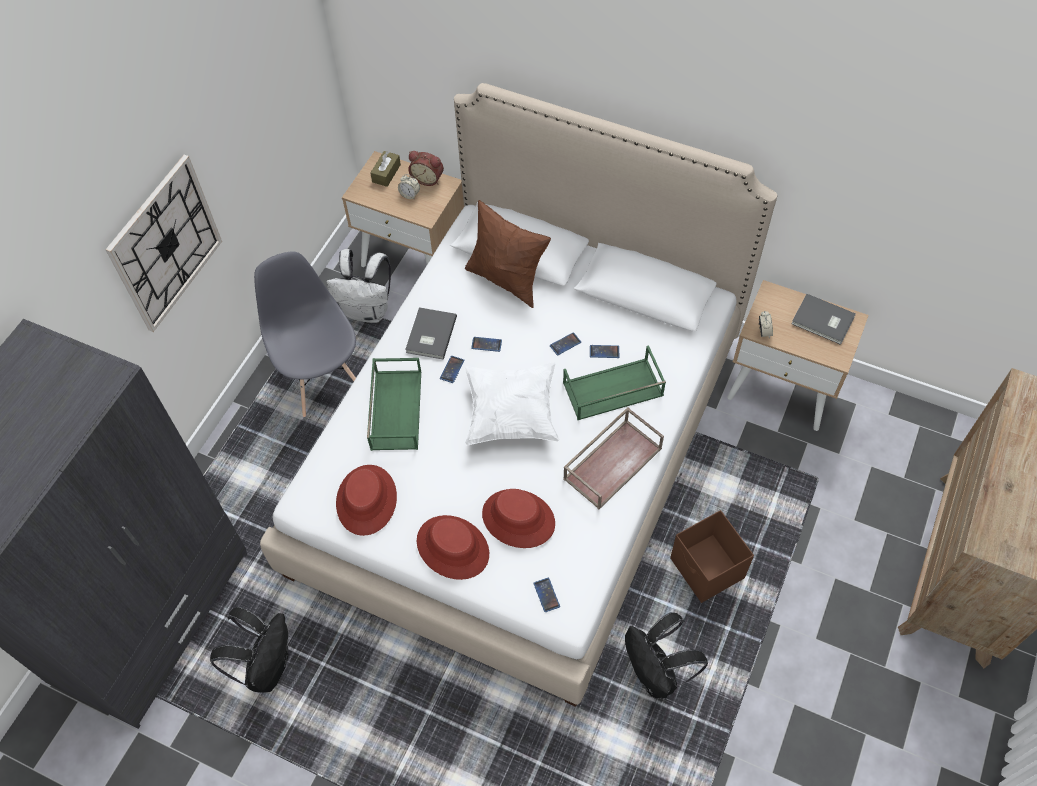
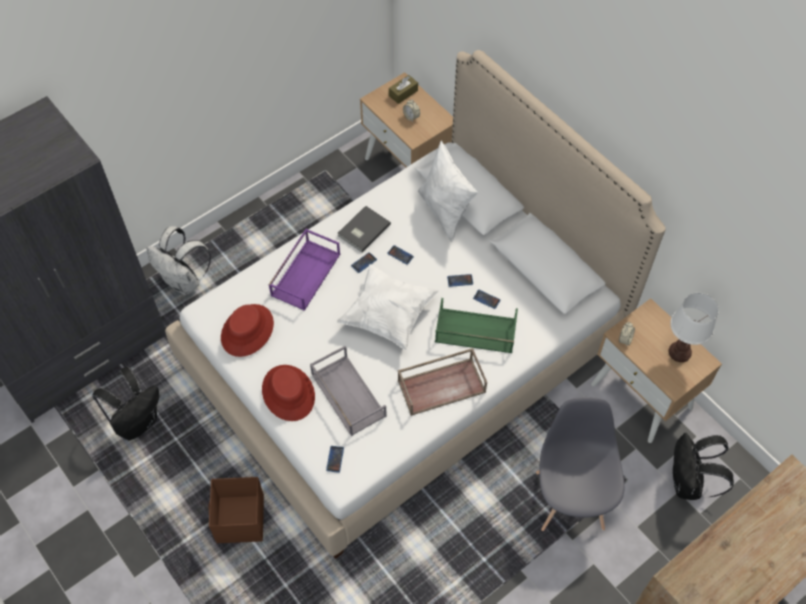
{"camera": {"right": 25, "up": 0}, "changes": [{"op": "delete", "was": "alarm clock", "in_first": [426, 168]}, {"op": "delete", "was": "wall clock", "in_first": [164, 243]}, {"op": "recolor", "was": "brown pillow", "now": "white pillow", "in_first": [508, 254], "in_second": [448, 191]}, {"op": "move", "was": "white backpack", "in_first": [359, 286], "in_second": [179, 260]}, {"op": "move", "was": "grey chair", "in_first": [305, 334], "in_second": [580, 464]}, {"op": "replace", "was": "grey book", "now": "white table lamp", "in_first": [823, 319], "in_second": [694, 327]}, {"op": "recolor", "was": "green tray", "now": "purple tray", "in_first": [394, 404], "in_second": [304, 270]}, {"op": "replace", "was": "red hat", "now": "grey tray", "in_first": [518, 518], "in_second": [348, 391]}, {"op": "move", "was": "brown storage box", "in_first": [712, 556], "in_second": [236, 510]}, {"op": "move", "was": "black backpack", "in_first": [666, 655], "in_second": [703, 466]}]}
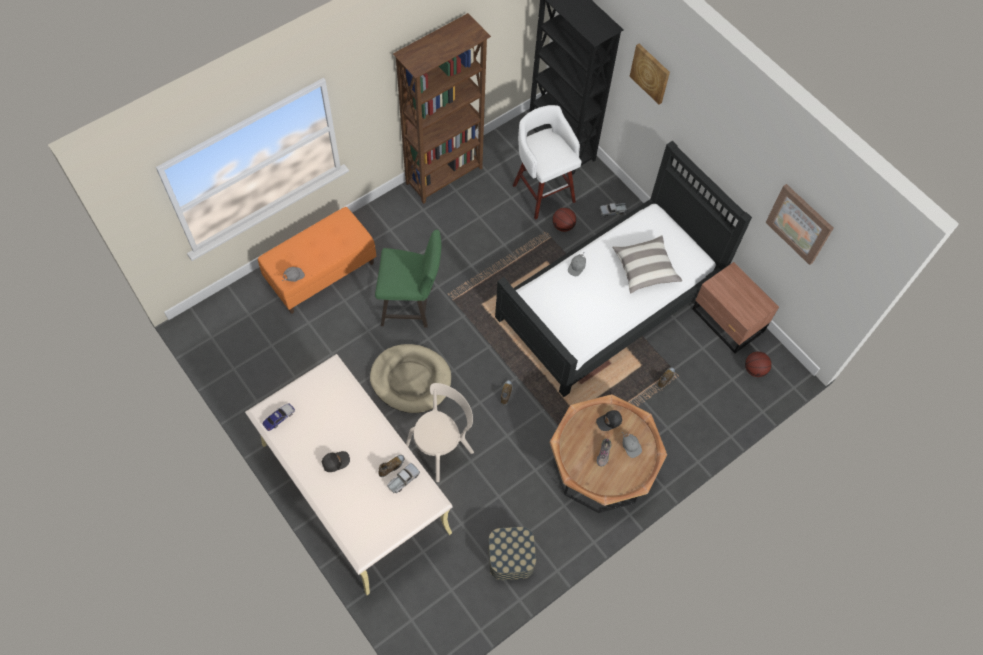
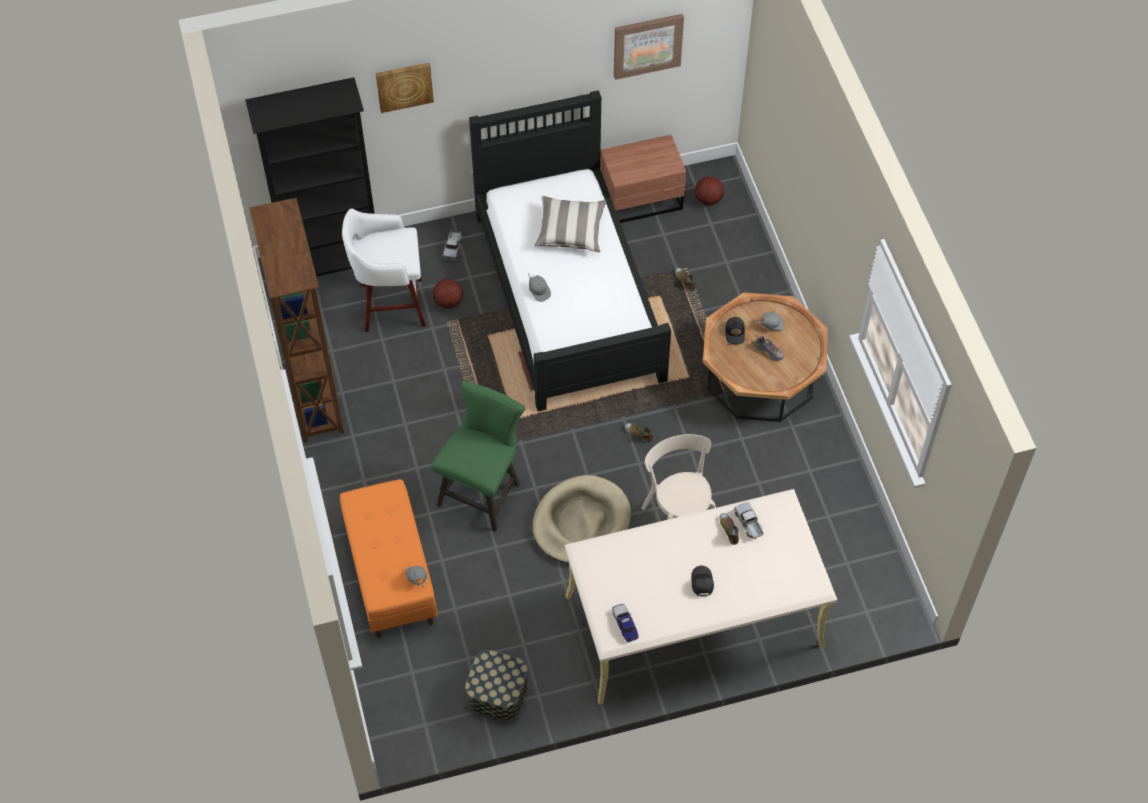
{"camera": {"right": -65, "up": -5}, "changes": [{"op": "move", "was": "storage box", "in_first": [512, 553], "in_second": [496, 685]}]}
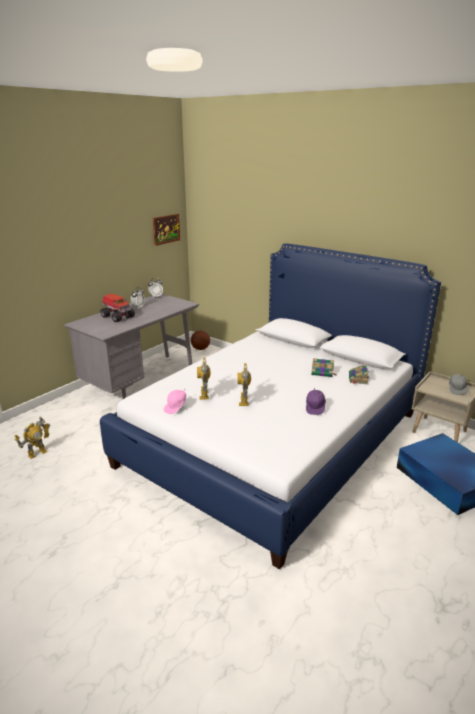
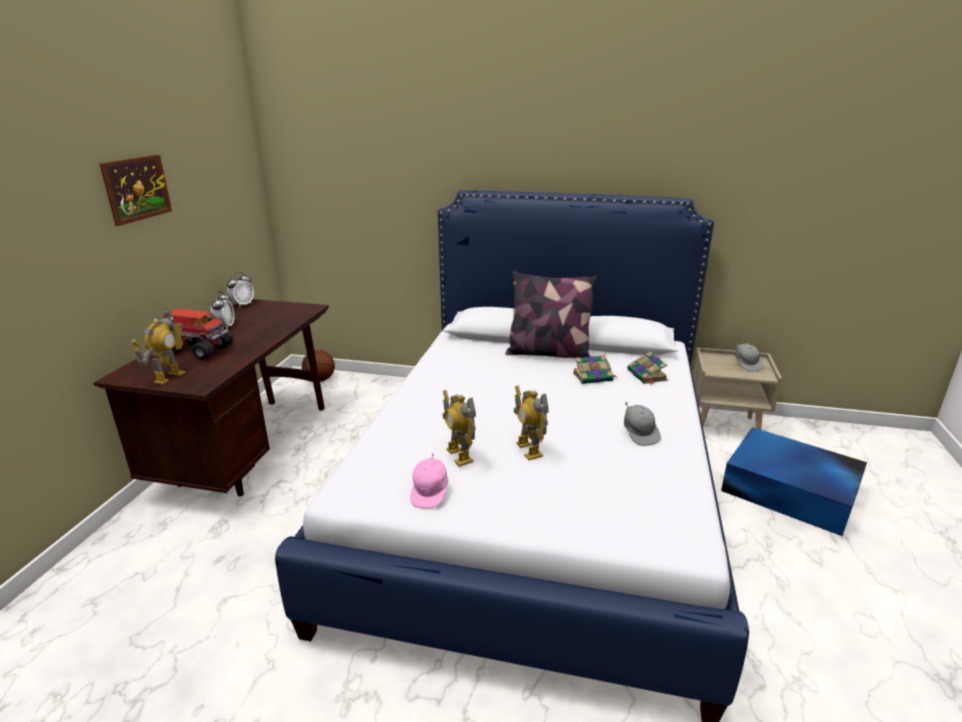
{"camera": {"right": -25, "up": 0}, "changes": [{"op": "move", "was": "picture", "in_first": [166, 230], "in_second": [135, 190]}, {"op": "recolor", "was": "grey desk", "now": "brown desk", "in_first": [131, 346], "in_second": [211, 397]}, {"op": "recolor", "was": "purple cap", "now": "grey cap", "in_first": [316, 401], "in_second": [642, 424]}, {"op": "move", "was": "toy robot", "in_first": [32, 438], "in_second": [158, 347]}, {"op": "insert", "now": "pillow", "in_second": [551, 314]}]}
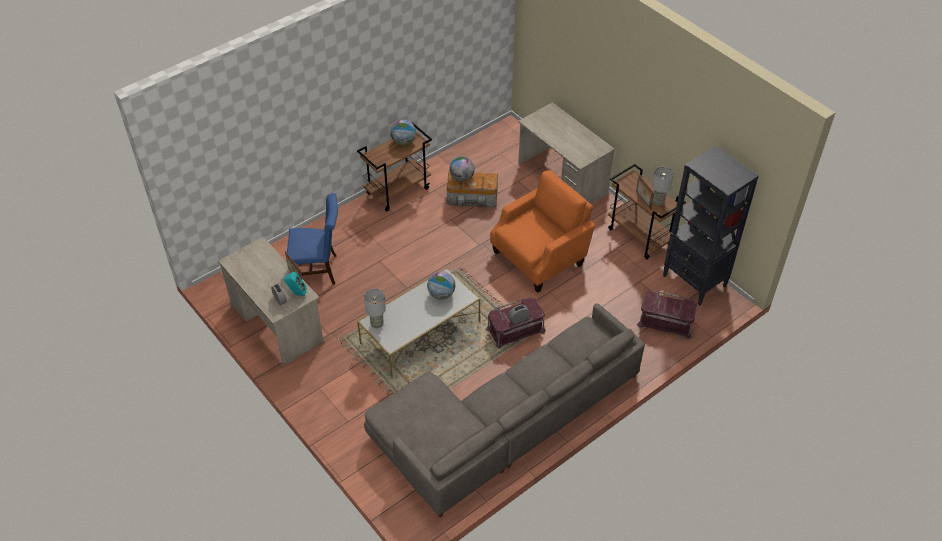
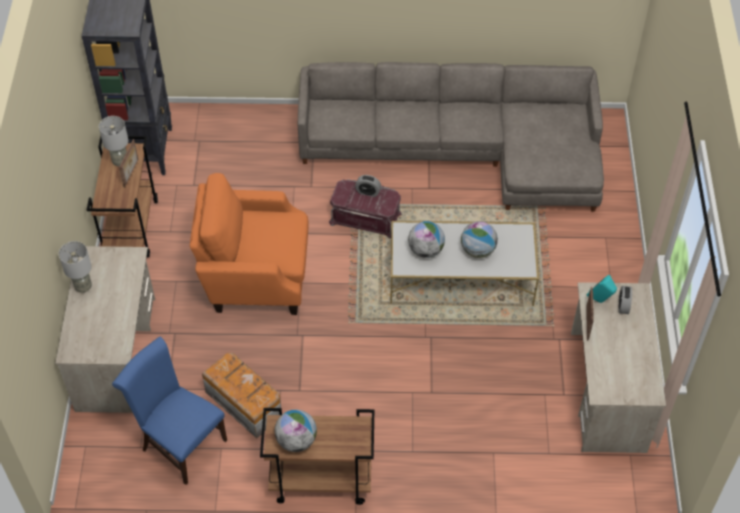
{"camera": {"right": -140, "up": 5}, "changes": [{"op": "move", "was": "globe", "in_first": [462, 169], "in_second": [479, 239]}, {"op": "move", "was": "blue chair", "in_first": [312, 239], "in_second": [169, 410]}, {"op": "move", "was": "grey table lamp", "in_first": [375, 308], "in_second": [75, 267]}, {"op": "delete", "was": "red storage box", "in_first": [667, 315]}]}
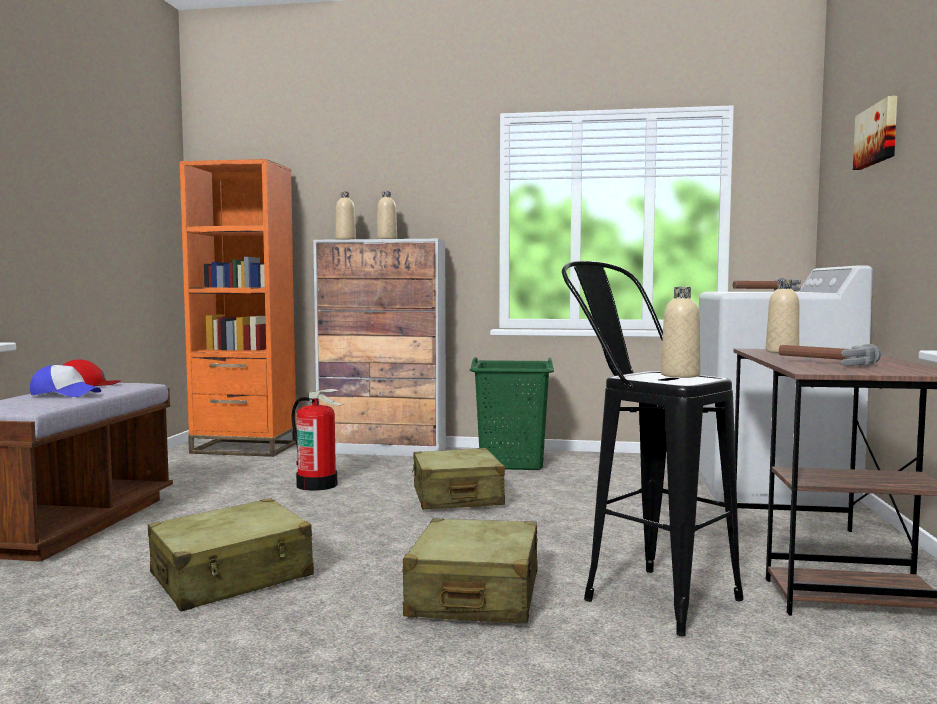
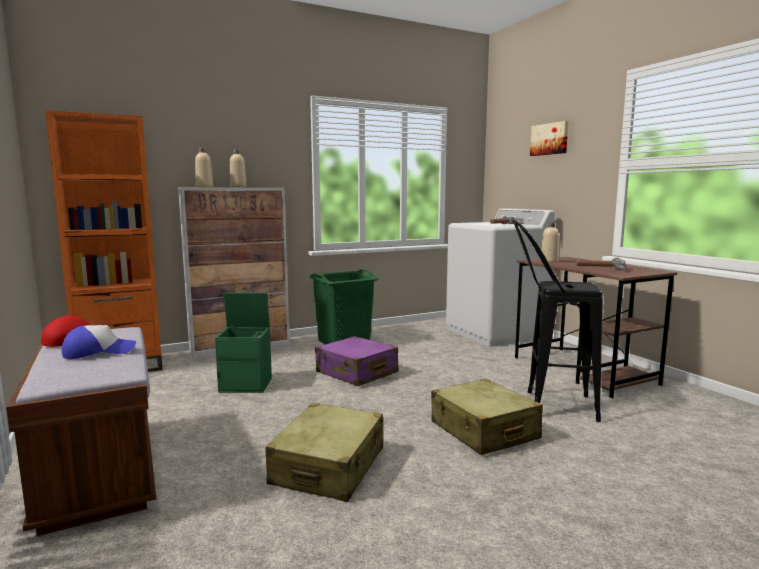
{"camera": {"right": -35, "up": 5}, "changes": [{"op": "delete", "was": "beige bottle", "in_first": [680, 332]}, {"op": "replace", "was": "fire extinguisher", "now": "green storage box", "in_first": [317, 440], "in_second": [243, 343]}, {"op": "recolor", "was": "beige suitcase", "now": "purple suitcase", "in_first": [458, 479], "in_second": [357, 361]}]}
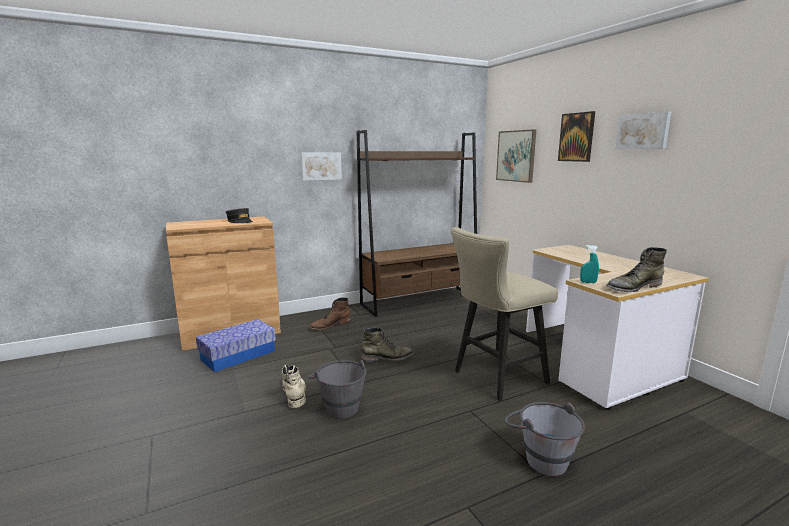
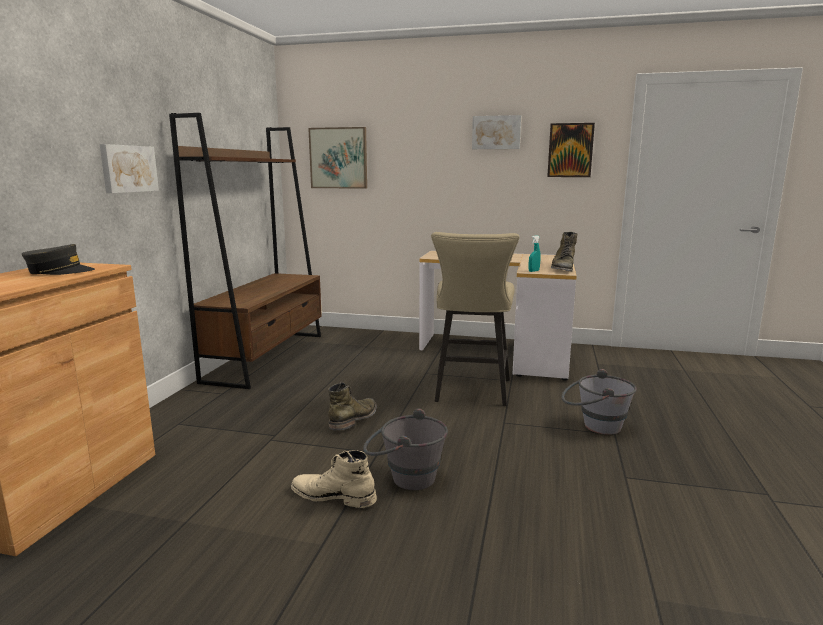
{"camera": {"right": -50, "up": 0}, "changes": [{"op": "move", "was": "picture", "in_first": [576, 136], "in_second": [571, 150]}, {"op": "delete", "was": "brown boot", "in_first": [329, 314]}, {"op": "delete", "was": "storage box", "in_first": [236, 345]}]}
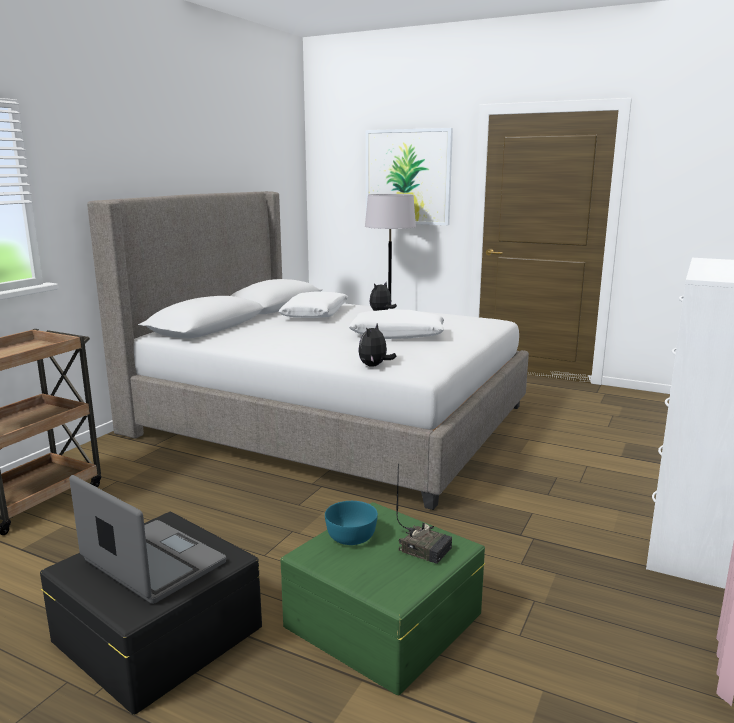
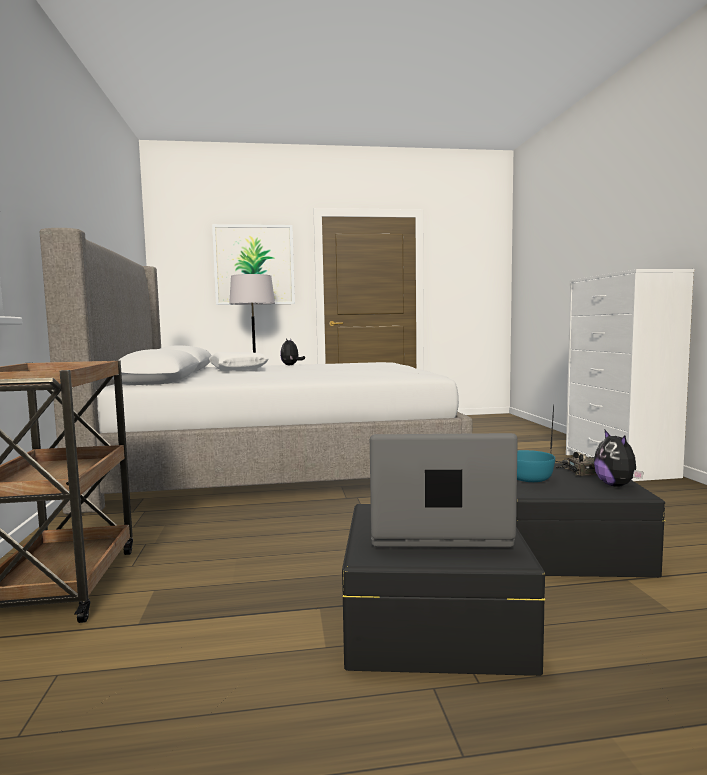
{"camera": {"right": -35, "up": -10}, "changes": [{"op": "delete", "was": "white pillow", "in_first": [396, 324]}, {"op": "move", "was": "plush toy", "in_first": [377, 345], "in_second": [619, 458]}, {"op": "recolor", "was": "green storage box", "now": "black storage box", "in_first": [382, 598], "in_second": [591, 520]}]}
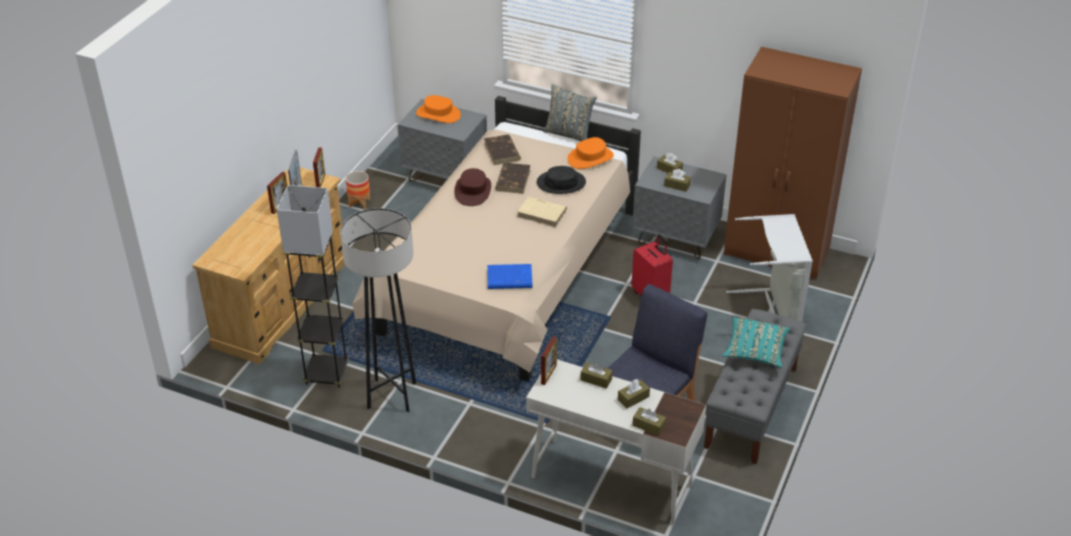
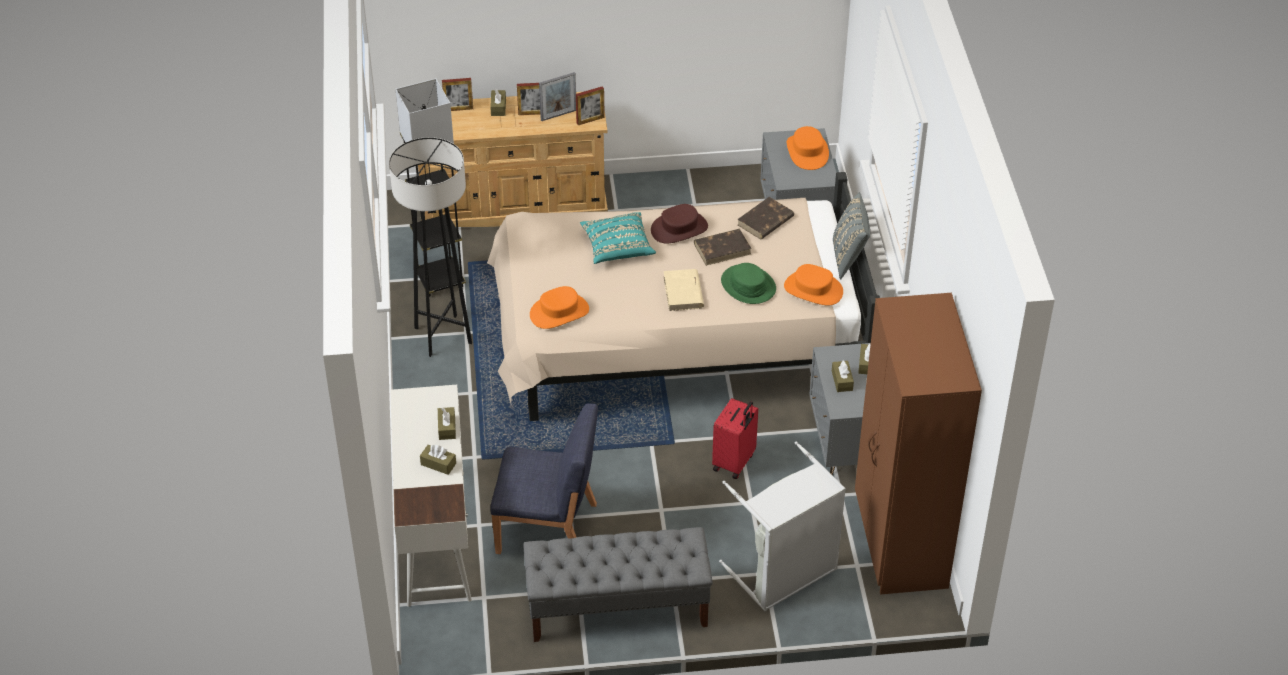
{"camera": {"right": 60, "up": 5}, "changes": [{"op": "recolor", "was": "black hat", "now": "green hat", "in_first": [561, 180], "in_second": [748, 283]}, {"op": "delete", "was": "planter", "in_first": [358, 190]}, {"op": "replace", "was": "blue book", "now": "orange hat", "in_first": [510, 276], "in_second": [559, 307]}, {"op": "move", "was": "turquoise pillow", "in_first": [756, 342], "in_second": [618, 238]}, {"op": "move", "was": "picture frame", "in_first": [549, 360], "in_second": [457, 94]}, {"op": "move", "was": "brown tissue box", "in_first": [649, 421], "in_second": [498, 102]}]}
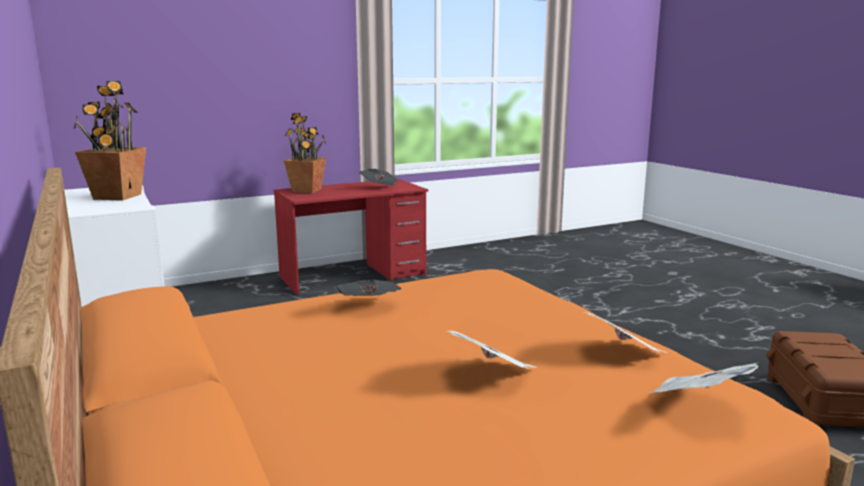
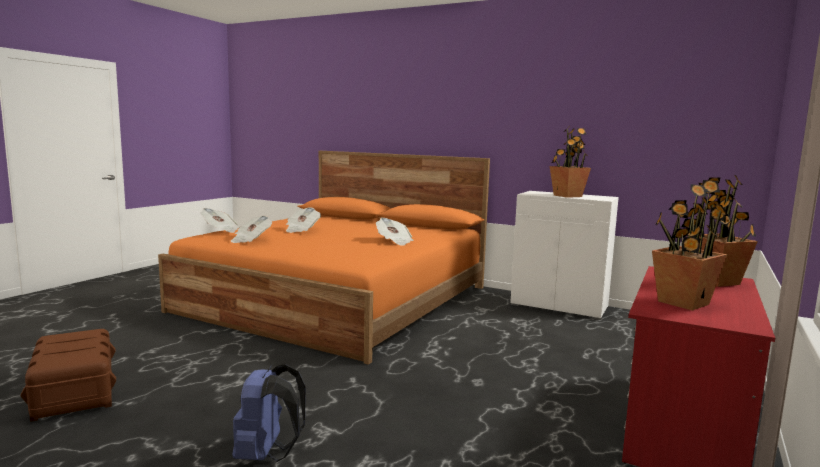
{"camera": {"right": 145, "up": -5}, "changes": [{"op": "replace", "was": "newspaper", "now": "potted plant", "in_first": [378, 177], "in_second": [690, 245]}, {"op": "insert", "now": "blue backpack", "in_second": [269, 413]}]}
